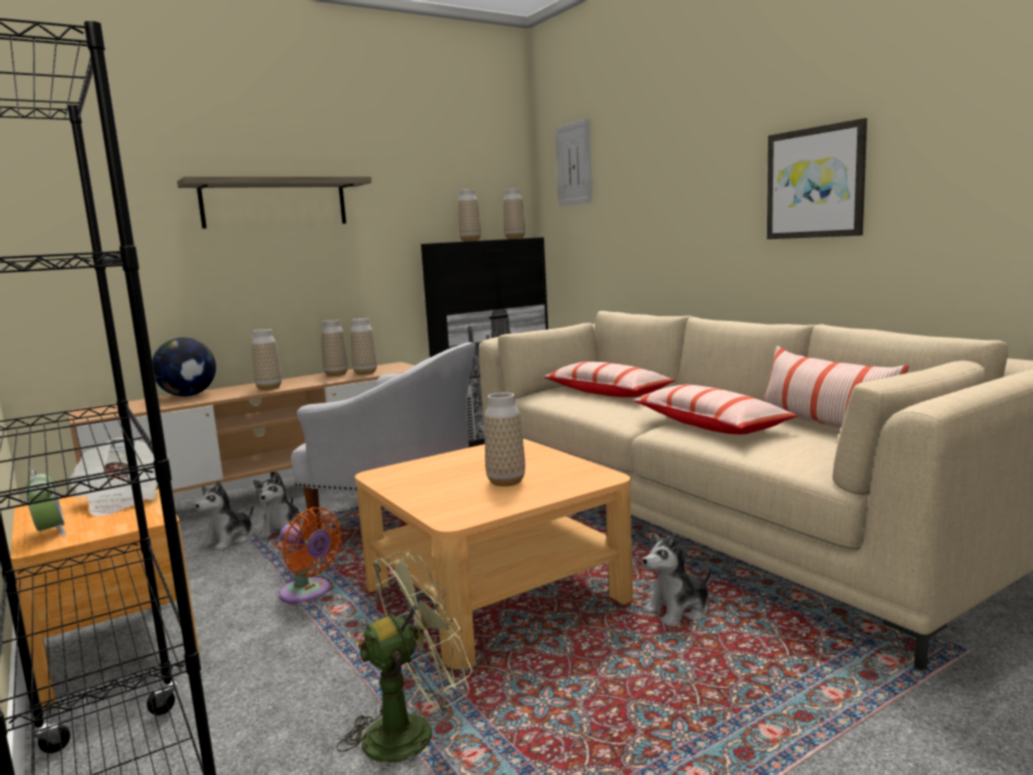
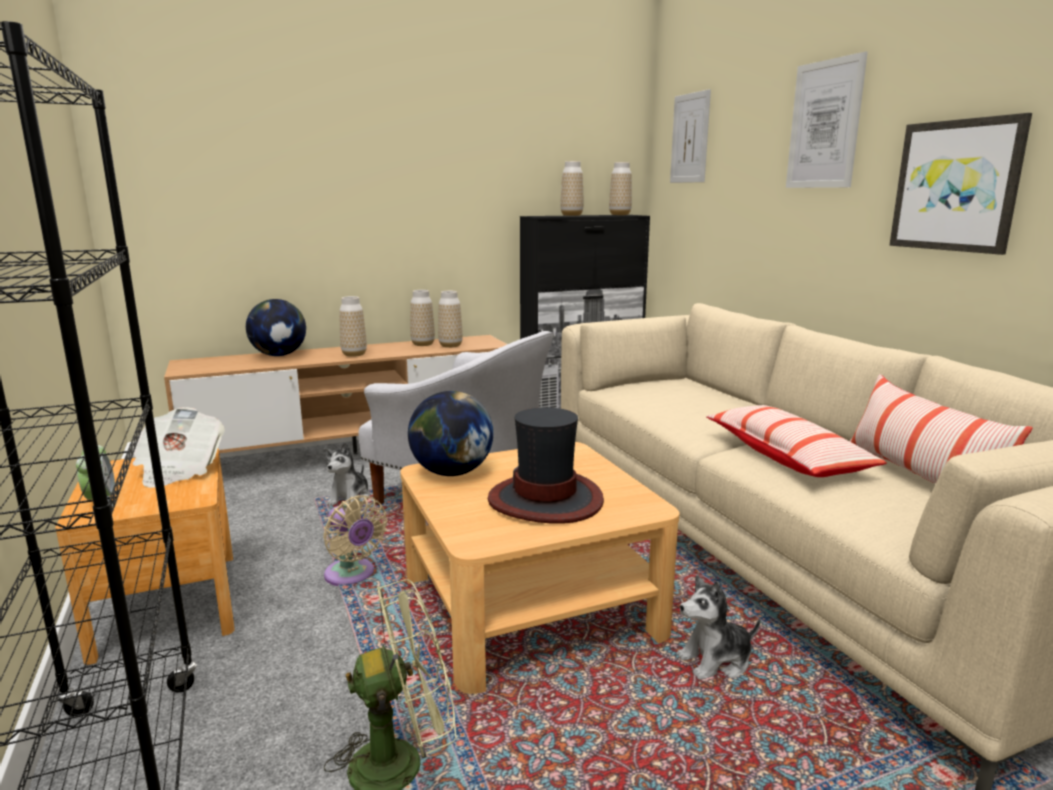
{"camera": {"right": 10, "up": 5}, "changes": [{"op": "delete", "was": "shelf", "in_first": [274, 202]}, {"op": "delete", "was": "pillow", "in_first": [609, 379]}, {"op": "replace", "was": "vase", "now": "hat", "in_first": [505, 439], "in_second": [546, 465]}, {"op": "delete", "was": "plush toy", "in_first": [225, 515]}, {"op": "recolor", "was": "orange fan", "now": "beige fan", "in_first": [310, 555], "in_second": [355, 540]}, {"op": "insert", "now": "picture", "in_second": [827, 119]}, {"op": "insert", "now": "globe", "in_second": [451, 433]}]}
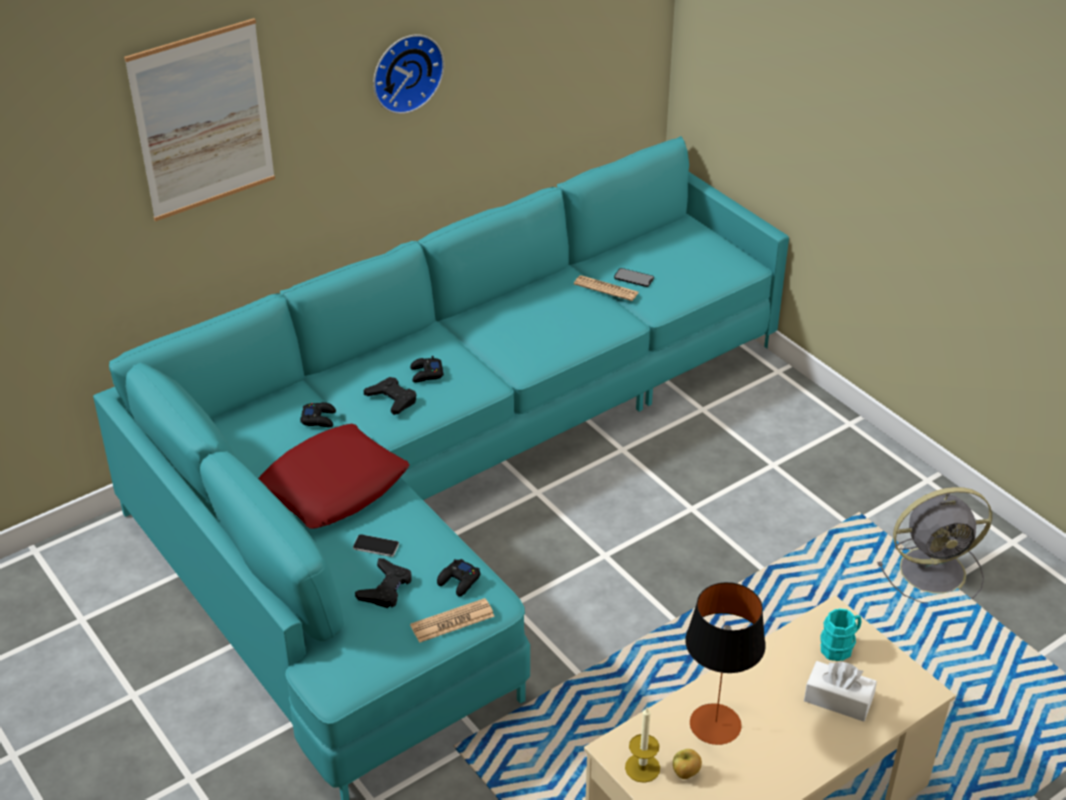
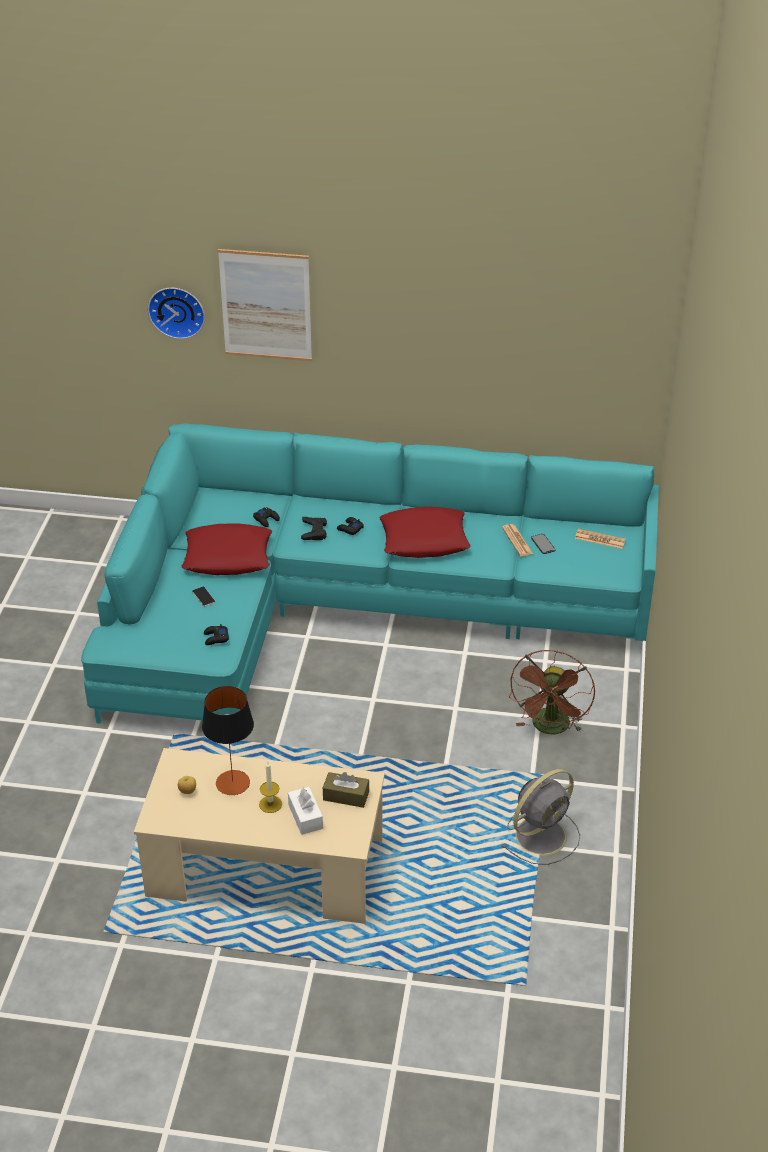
{"camera": {"right": 45, "up": 0}, "changes": [{"op": "move", "was": "wall clock", "in_first": [408, 74], "in_second": [176, 313]}, {"op": "rotate", "was": "grey fan", "in_first": [934, 545], "in_second": [540, 817], "clockwise": -75}, {"op": "delete", "was": "black game controller", "in_first": [383, 583]}, {"op": "move", "was": "newspaper", "in_first": [452, 620], "in_second": [600, 539]}, {"op": "replace", "was": "turquoise mug", "now": "brown tissue box", "in_first": [841, 635], "in_second": [346, 790]}, {"op": "move", "was": "candle", "in_first": [642, 745], "in_second": [270, 787]}, {"op": "insert", "now": "red pillow", "in_second": [425, 532]}, {"op": "insert", "now": "brown fan", "in_second": [552, 692]}]}
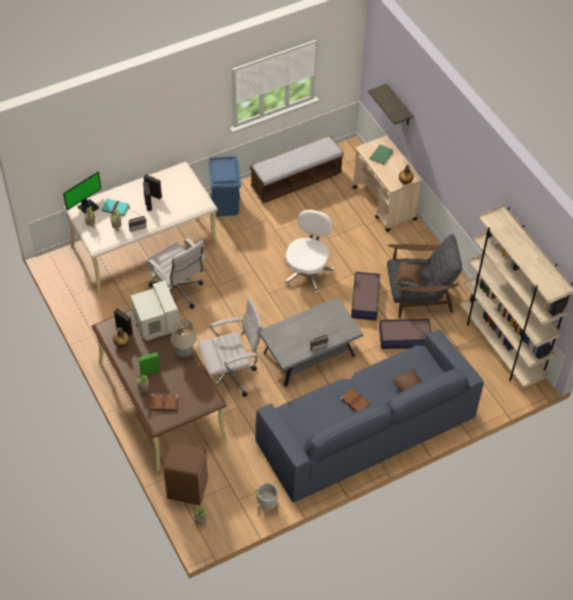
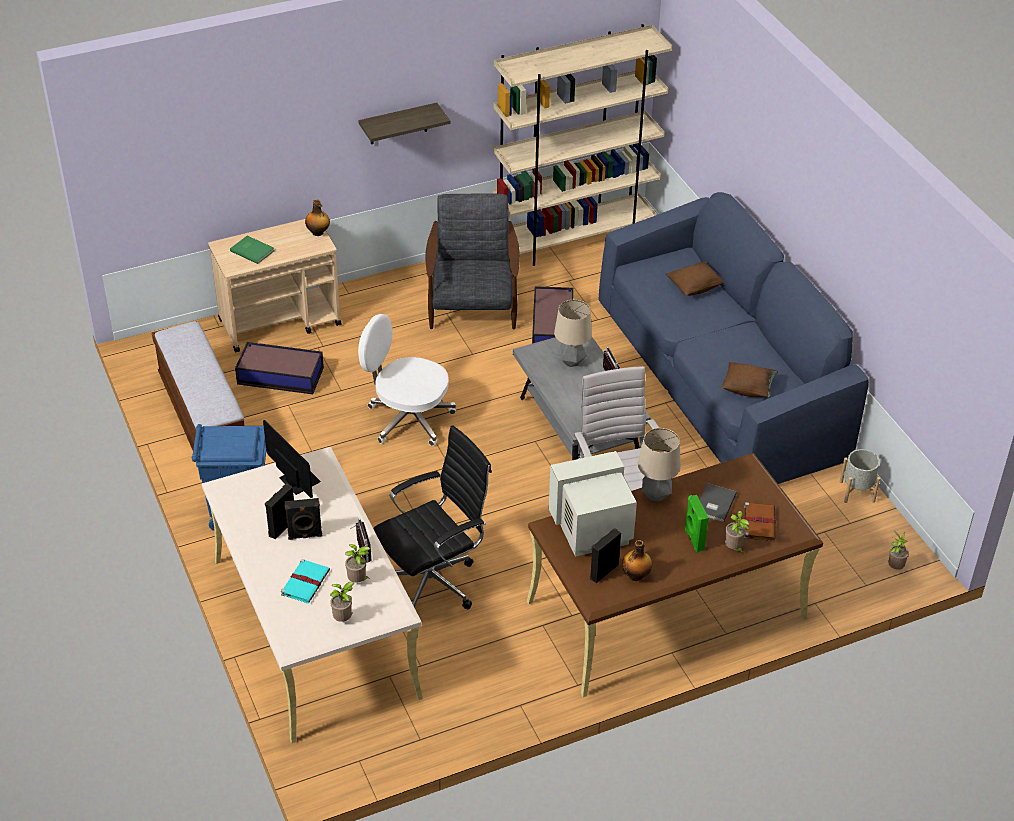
{"camera": {"right": -85, "up": -10}, "changes": [{"op": "move", "was": "shelf", "in_first": [391, 104], "in_second": [404, 123]}, {"op": "move", "was": "monitor", "in_first": [82, 193], "in_second": [291, 459]}, {"op": "recolor", "was": "white office chair", "now": "black office chair", "in_first": [175, 273], "in_second": [432, 517]}, {"op": "move", "was": "brown pillow", "in_first": [409, 273], "in_second": [749, 379]}, {"op": "move", "was": "storage box", "in_first": [365, 296], "in_second": [279, 368]}, {"op": "delete", "was": "brown book", "in_first": [355, 400]}, {"op": "delete", "was": "brown trash can", "in_first": [186, 473]}, {"op": "insert", "now": "table lamp", "in_second": [573, 333]}, {"op": "insert", "now": "grey book", "in_second": [718, 502]}]}
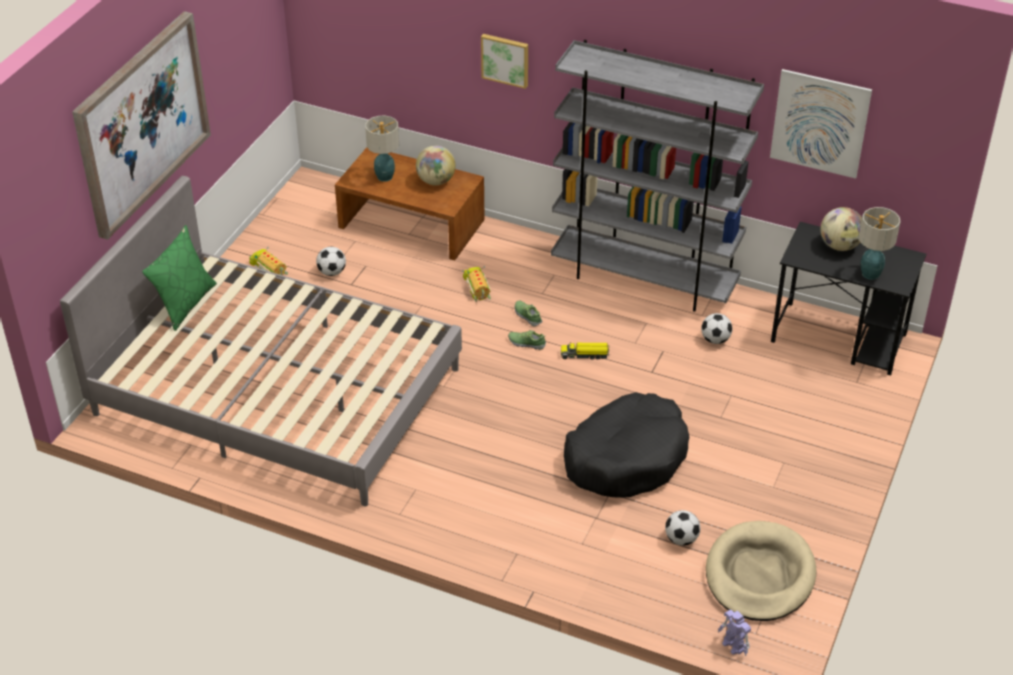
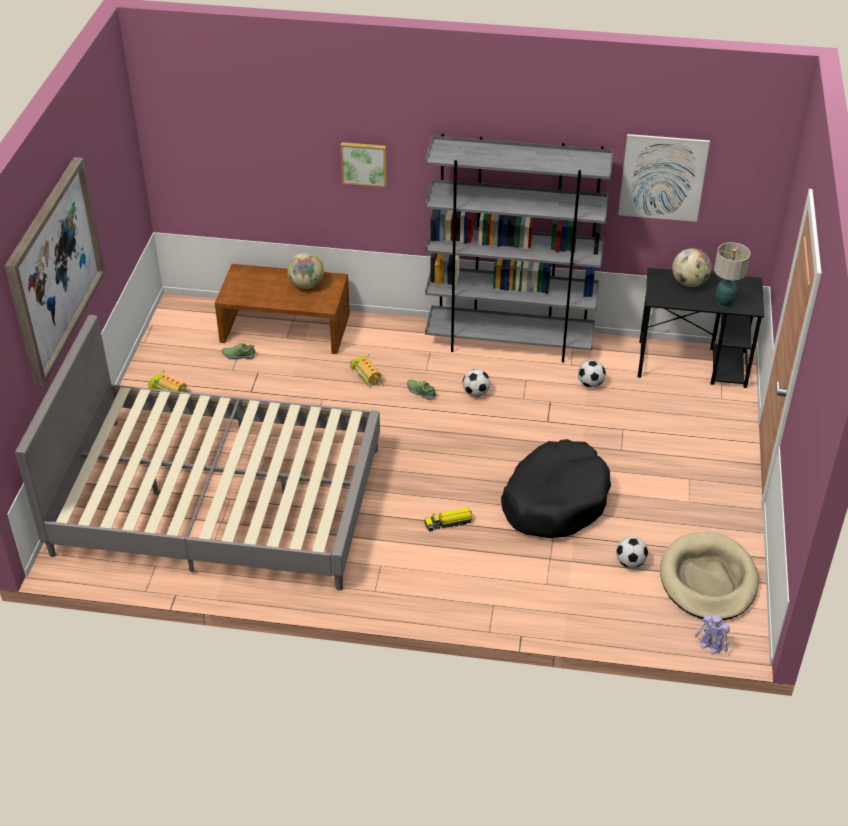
{"camera": {"right": -15, "up": 0}, "changes": [{"op": "delete", "was": "table lamp", "in_first": [382, 148]}, {"op": "delete", "was": "green pillow", "in_first": [179, 278]}, {"op": "move", "was": "football", "in_first": [331, 261], "in_second": [476, 383]}, {"op": "move", "was": "shoe", "in_first": [527, 340], "in_second": [239, 351]}, {"op": "move", "was": "toy truck", "in_first": [585, 351], "in_second": [449, 520]}]}
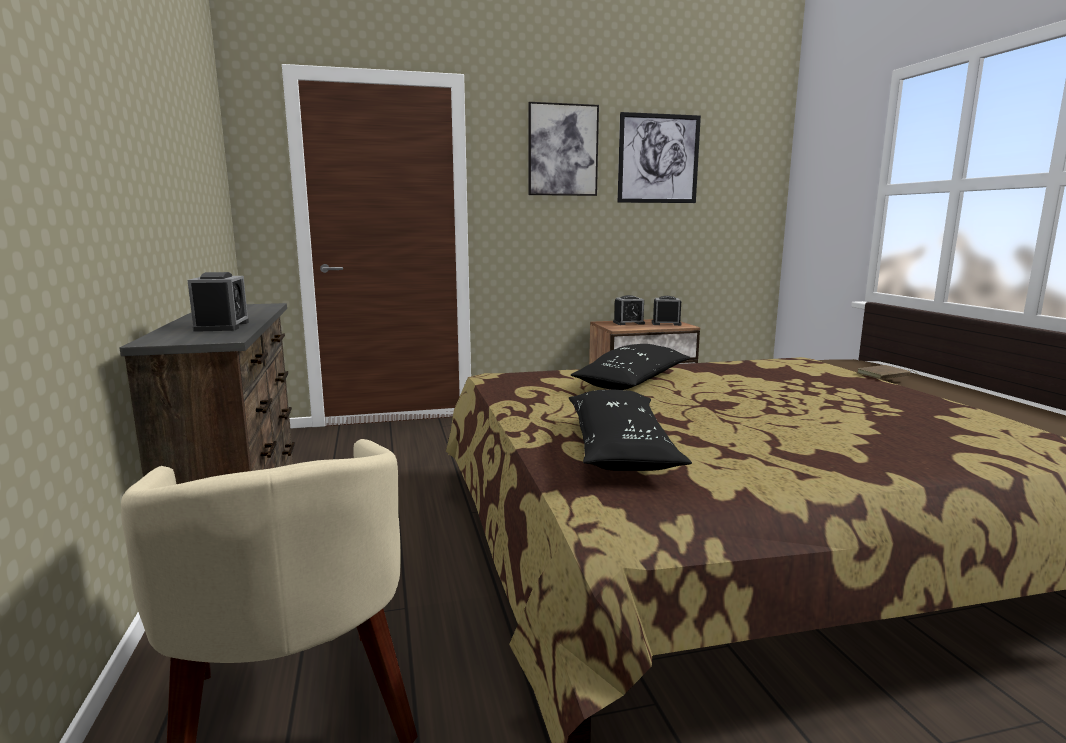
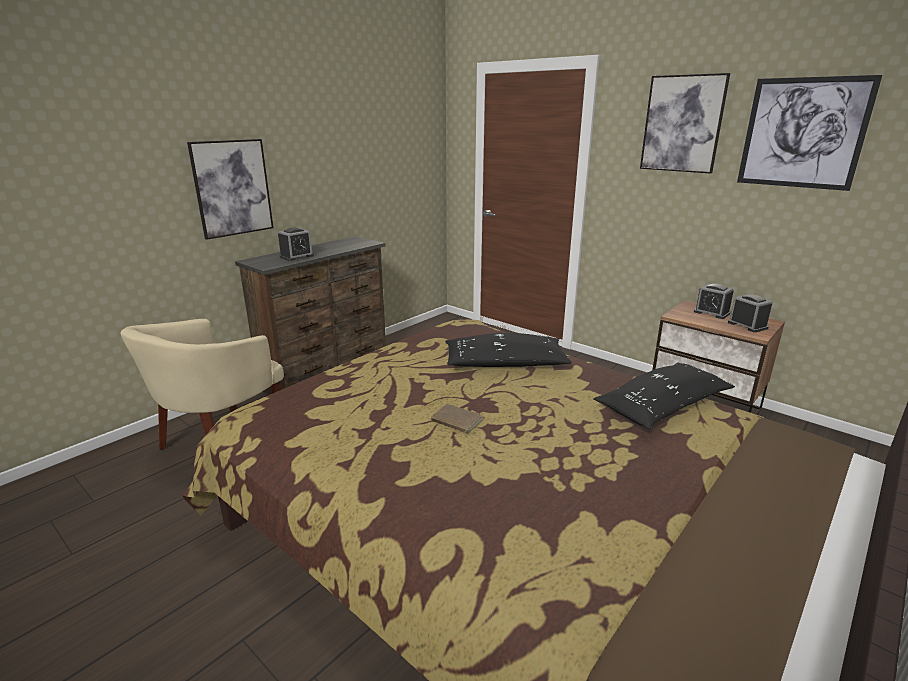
{"camera": {"right": 55, "up": 10}, "changes": [{"op": "move", "was": "brown book", "in_first": [887, 372], "in_second": [457, 419]}, {"op": "move", "was": "black pillow", "in_first": [630, 430], "in_second": [664, 396]}, {"op": "insert", "now": "picture", "in_second": [230, 189]}]}
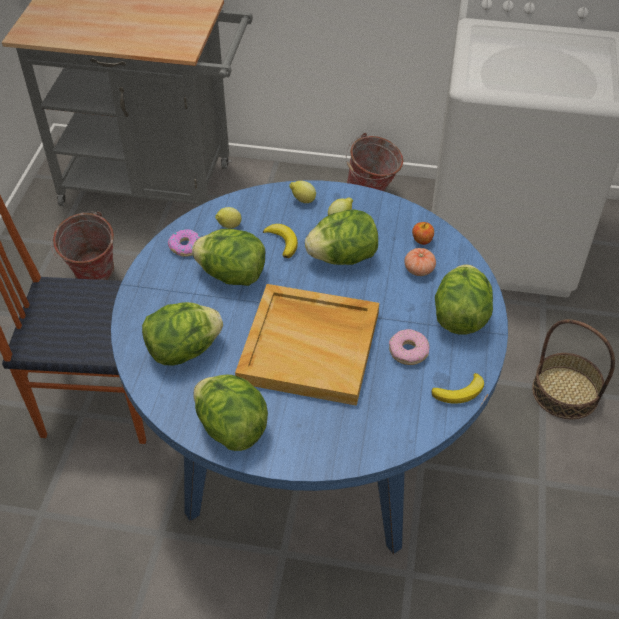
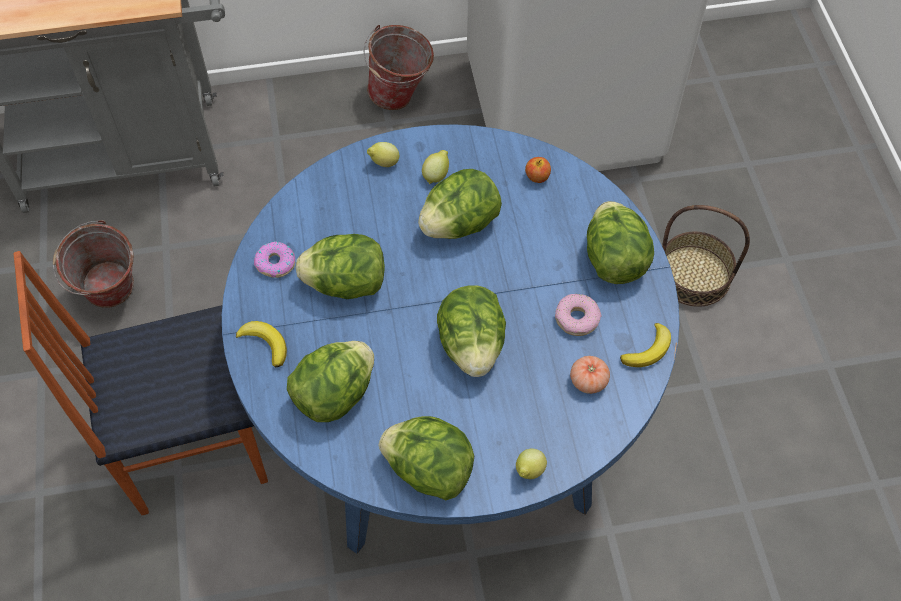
{"camera": {"right": -20, "up": 10}, "changes": [{"op": "move", "was": "lemon", "in_first": [228, 217], "in_second": [531, 463]}, {"op": "move", "was": "banana", "in_first": [280, 241], "in_second": [261, 344]}, {"op": "move", "was": "tomato", "in_first": [420, 262], "in_second": [590, 375]}, {"op": "replace", "was": "beige tray", "now": "lettuce", "in_first": [307, 345], "in_second": [471, 331]}]}
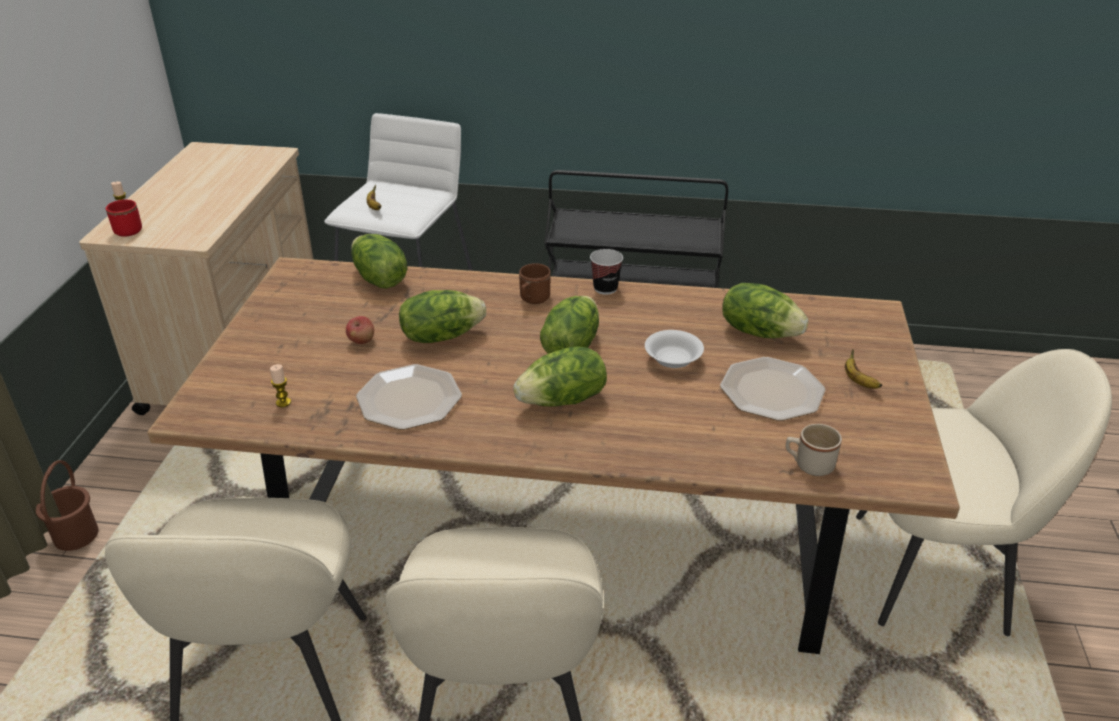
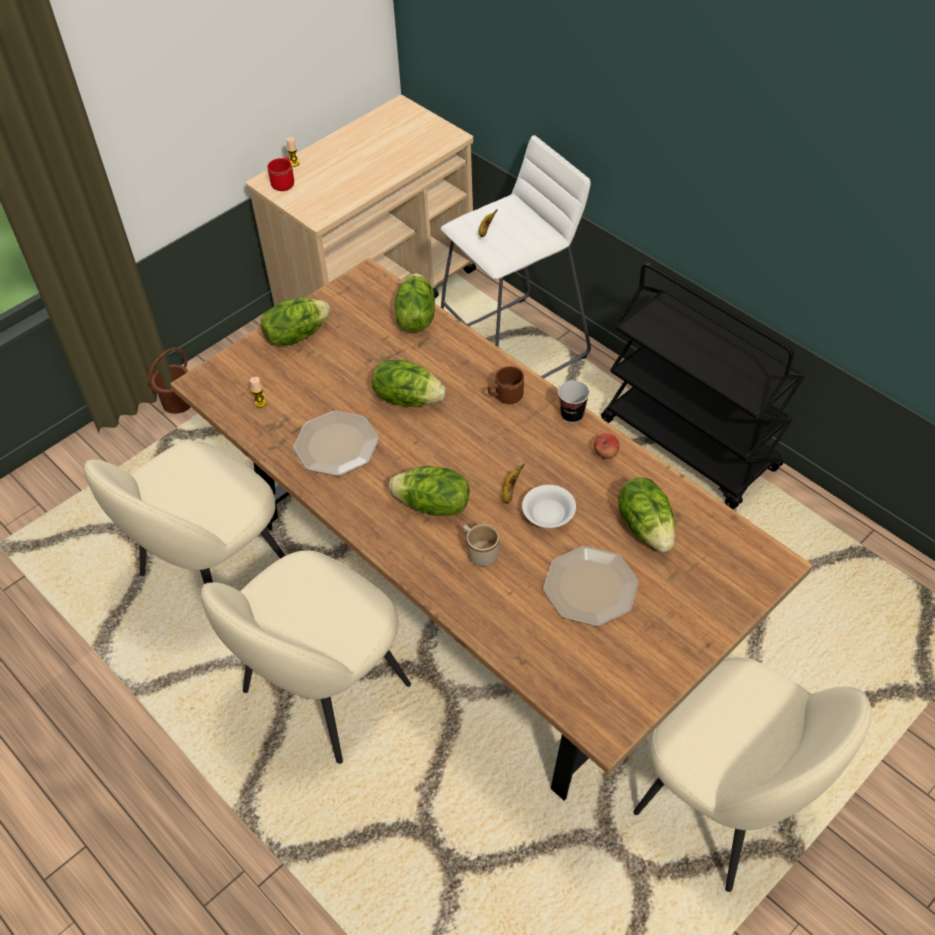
{"camera": {"right": 40, "up": 15}, "changes": [{"op": "move", "was": "lettuce", "in_first": [569, 325], "in_second": [296, 321]}, {"op": "move", "was": "apple", "in_first": [360, 330], "in_second": [606, 446]}, {"op": "move", "was": "banana", "in_first": [863, 369], "in_second": [513, 484]}, {"op": "move", "was": "beige mug", "in_first": [814, 450], "in_second": [481, 545]}]}
